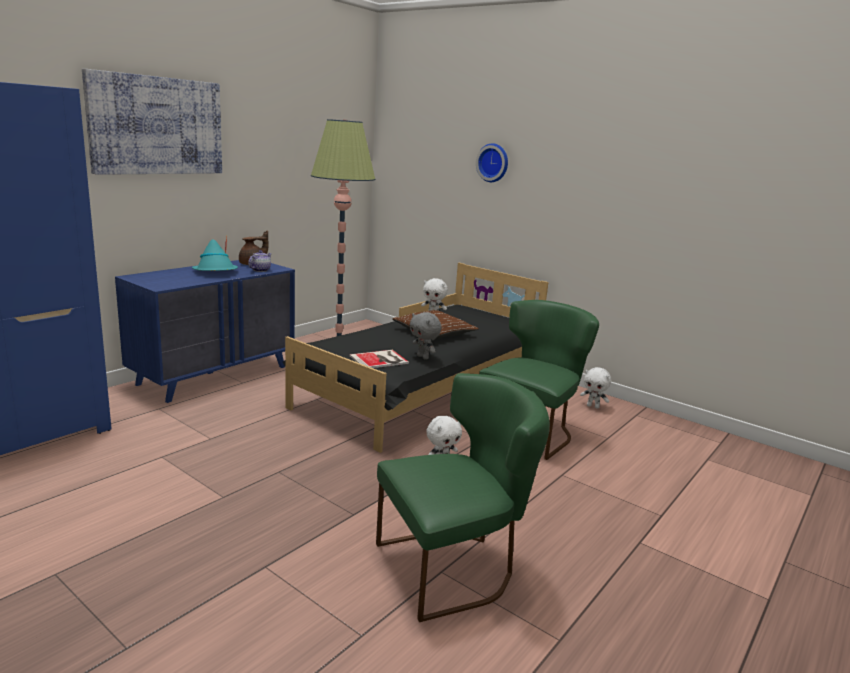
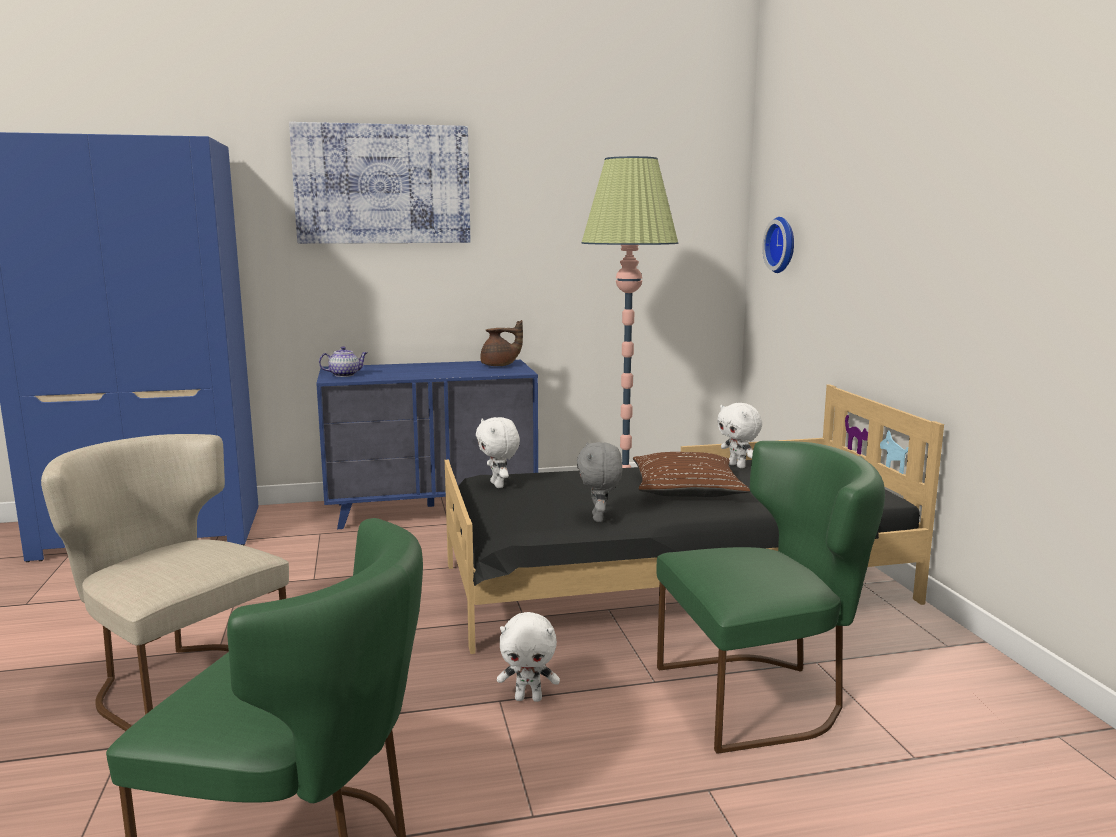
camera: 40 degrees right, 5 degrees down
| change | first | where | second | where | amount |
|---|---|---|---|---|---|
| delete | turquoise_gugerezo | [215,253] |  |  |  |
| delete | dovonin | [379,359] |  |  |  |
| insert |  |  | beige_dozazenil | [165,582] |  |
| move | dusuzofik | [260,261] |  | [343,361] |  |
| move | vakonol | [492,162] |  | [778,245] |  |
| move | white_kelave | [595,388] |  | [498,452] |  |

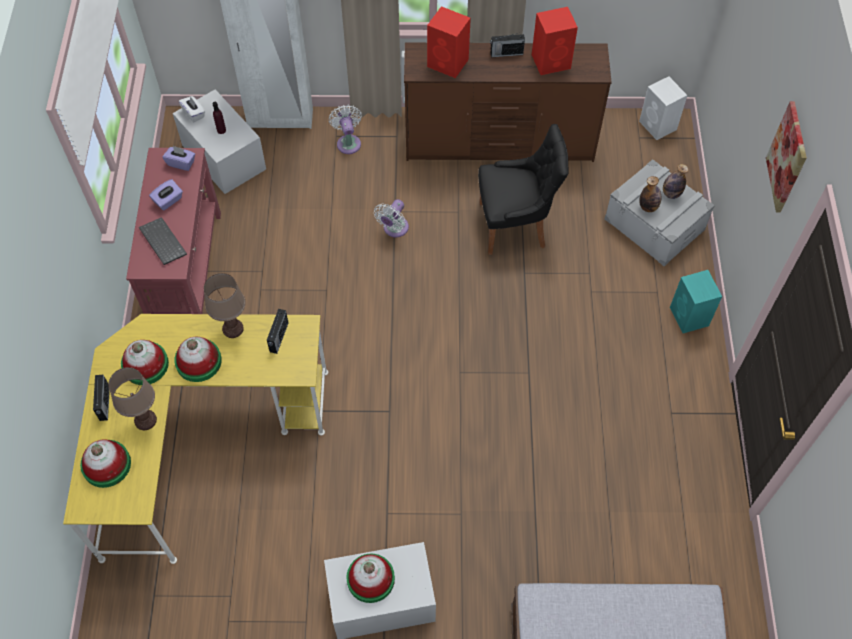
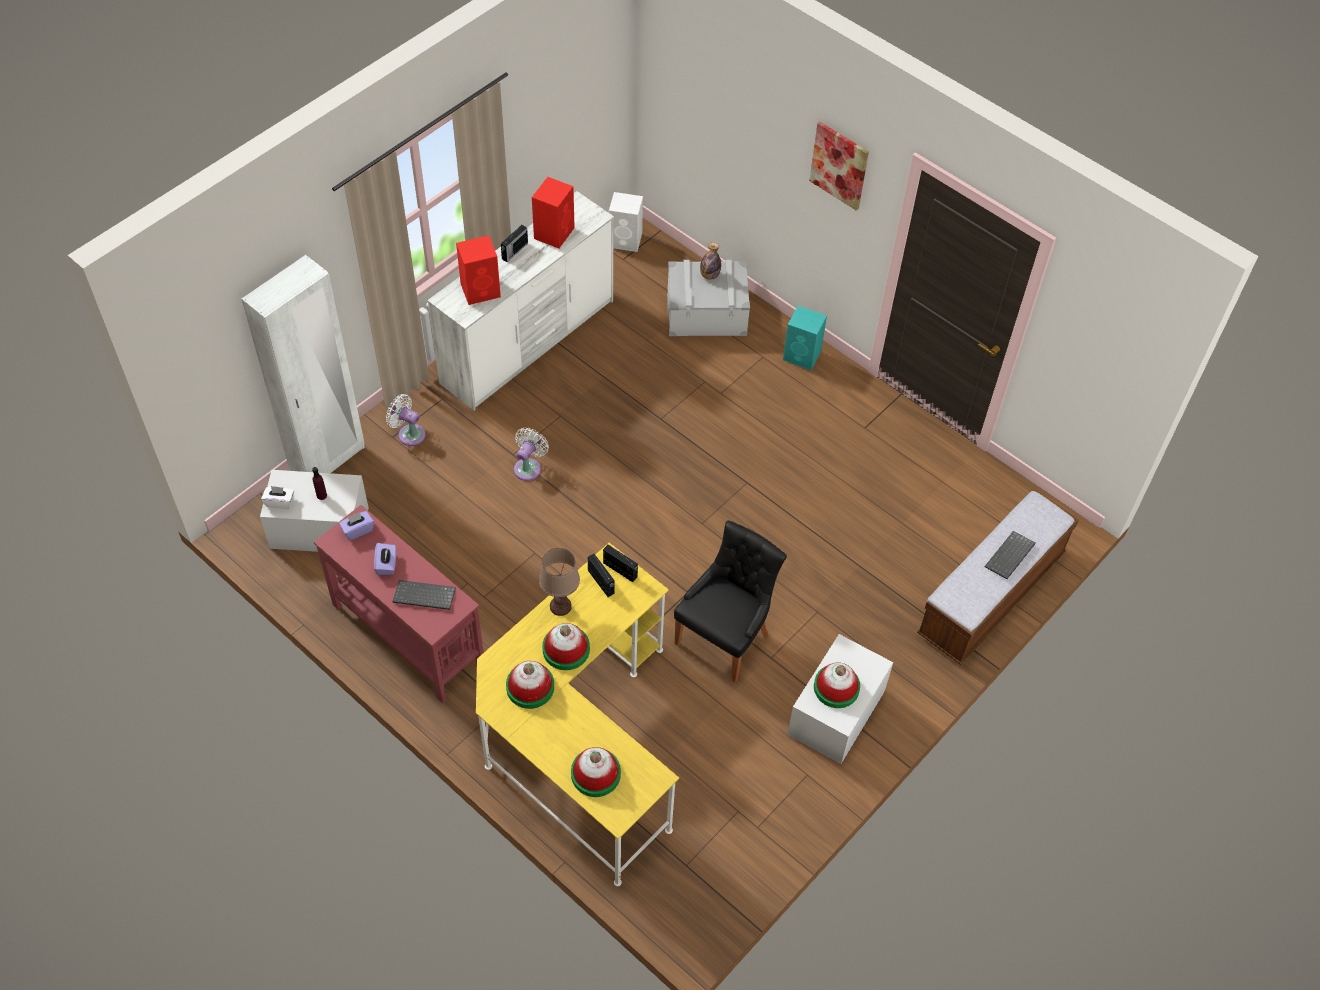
camera: 50 degrees left, 5 degrees down
| change | first | where | second | where | amount |
|---|---|---|---|---|---|
| delete | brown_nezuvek | [132,398] |  |  |  |
| delete | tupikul | [650,194] |  |  |  |
| insert |  |  | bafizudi | [1010,555] |  |
| move | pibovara | [101,398] |  | [620,563] |  |
| move | black_dozazenil | [523,189] |  | [730,601] |  |
| recolor | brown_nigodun | [508,102] | white_nigodun | [520,301] |  |
| rotate | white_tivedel | [391,218] |  | [531,454] | 135 degrees counterclockwise |

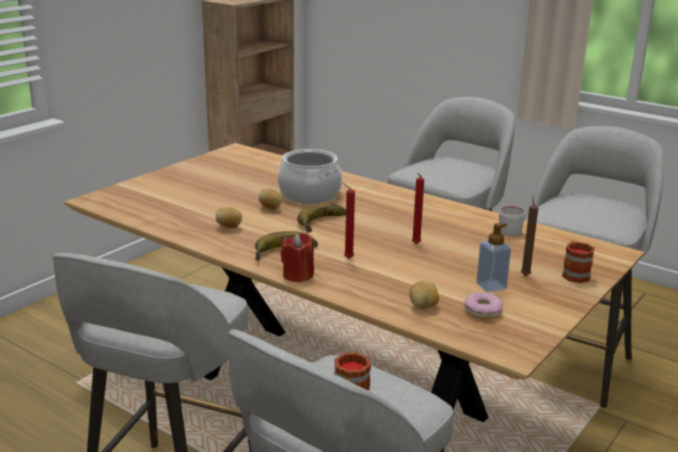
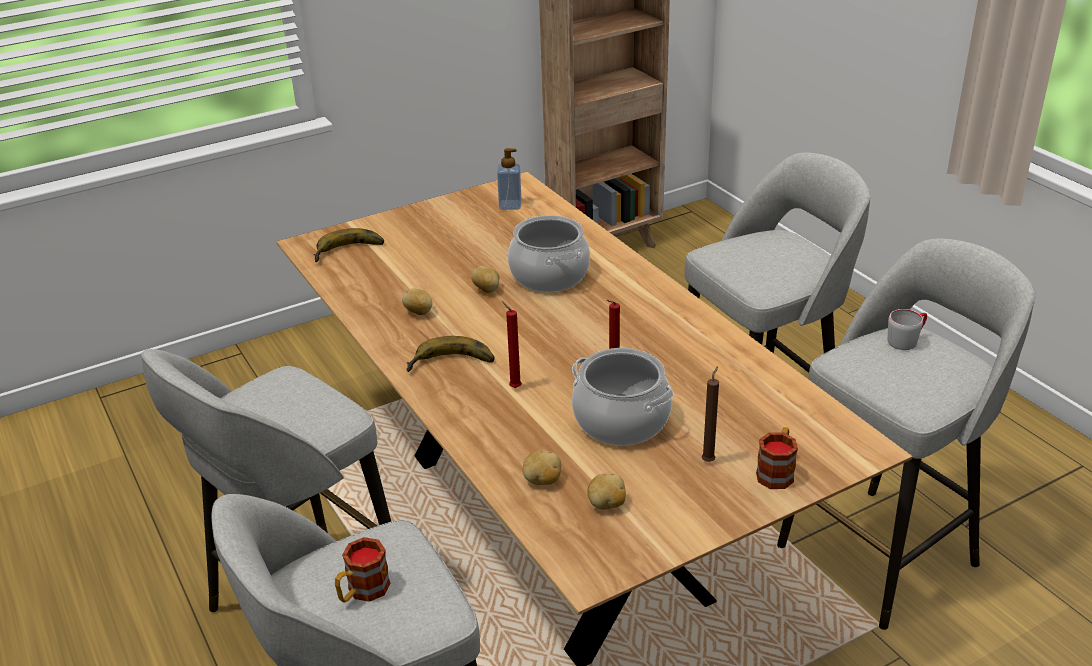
camera: 25 degrees right, 10 degrees up
| change | first | where | second | where | amount |
|---|---|---|---|---|---|
| delete | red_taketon | [297,257] |  |  |  |
| insert |  |  | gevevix | [623,396] |  |
| move | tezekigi | [321,218] |  | [349,245] |  |
| move | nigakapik | [493,257] |  | [509,179] |  |
| move | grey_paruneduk | [512,221] |  | [907,329] |  |
| replace | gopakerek | [483,306] | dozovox | [607,491] |  |

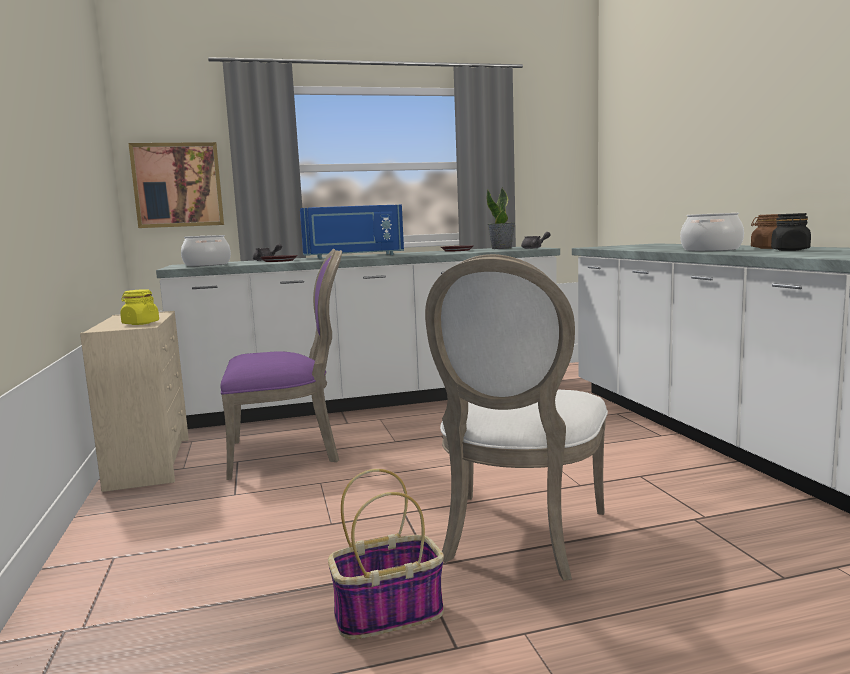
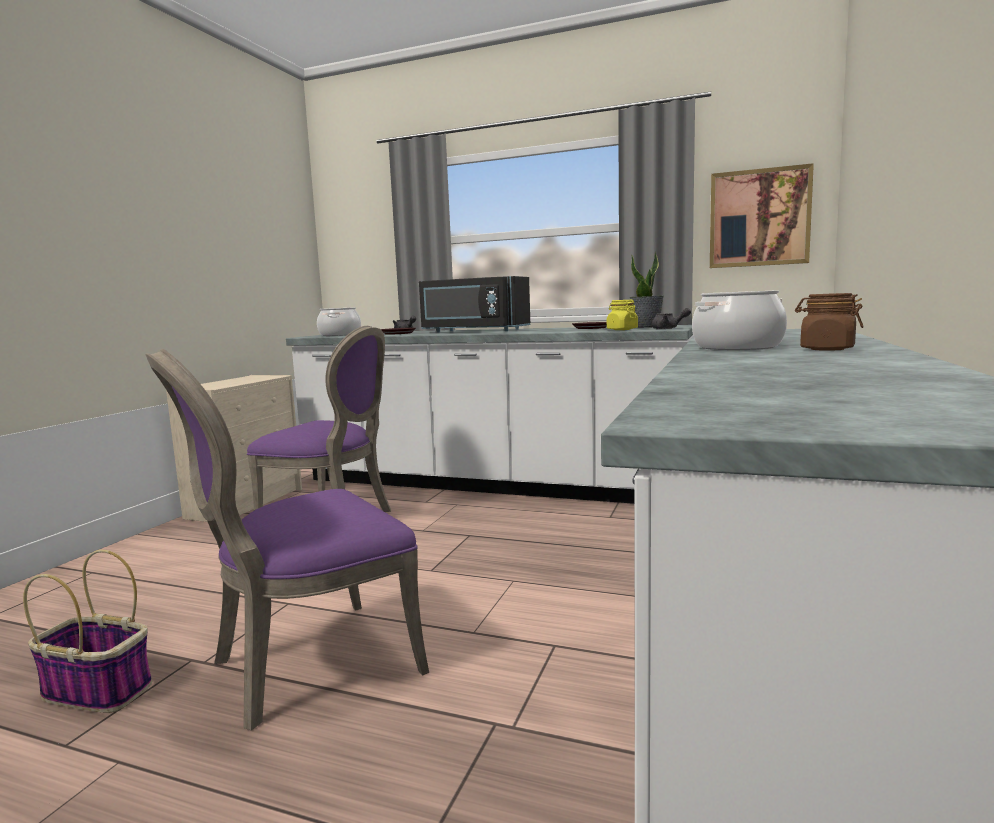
camera: 35 degrees right, 0 degrees up
| change | first | where | second | where | amount |
|---|---|---|---|---|---|
| delete | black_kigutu | [791,232] |  |  |  |
| move | yellow_kigutu | [139,307] |  | [622,315] |  |
| move | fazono | [176,185] |  | [762,215] |  |
| recolor | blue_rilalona | [352,232] | black_rilalona | [475,304] |  |
| recolor | white_dozazenil | [516,417] | purple_dozazenil | [287,540] |  |

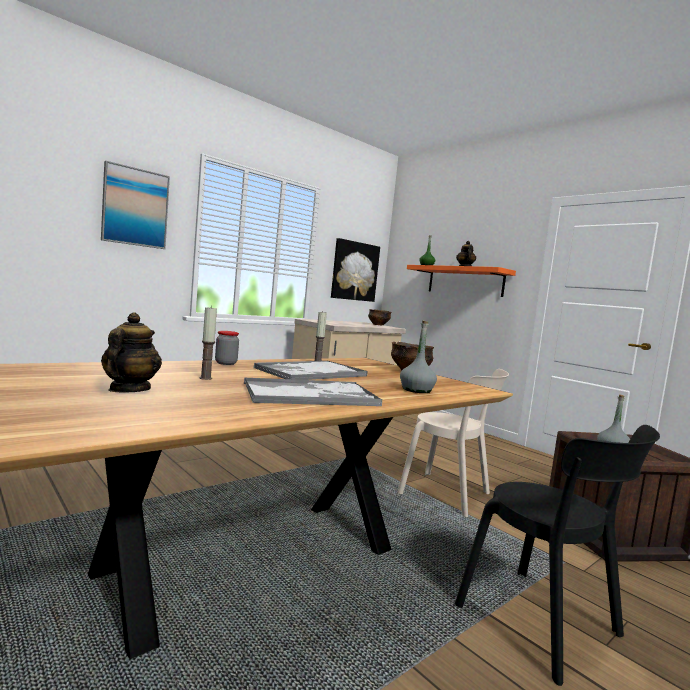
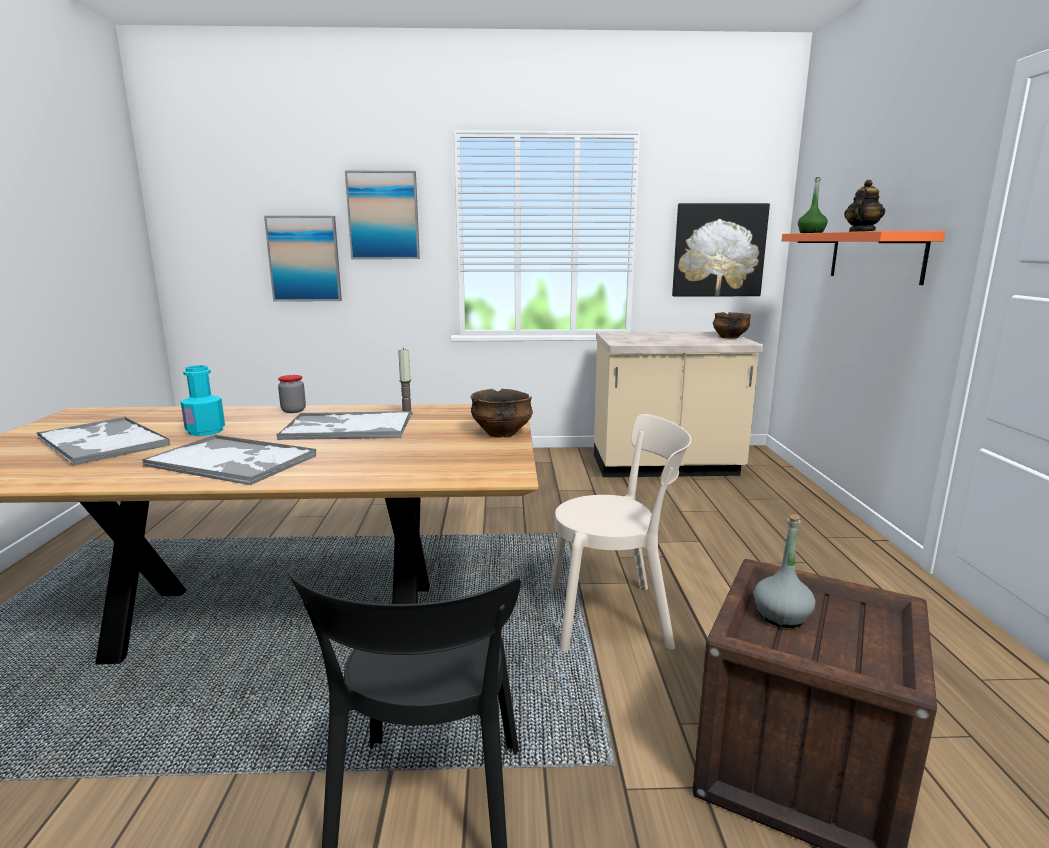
camera: 40 degrees right, 10 degrees up
| change | first | where | second | where | amount |
|---|---|---|---|---|---|
| delete | grey_tupikul | [418,356] |  |  |  |
| insert |  |  | fazono | [303,258] |  |
| replace | dusuzofik | [131,352] | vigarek | [103,441] |  |
| replace | taketon | [208,343] | turquoise_tupikul | [203,400] |  |
| rotate | beige_dozazenil | [453,443] |  | [620,533] | 75 degrees counterclockwise |

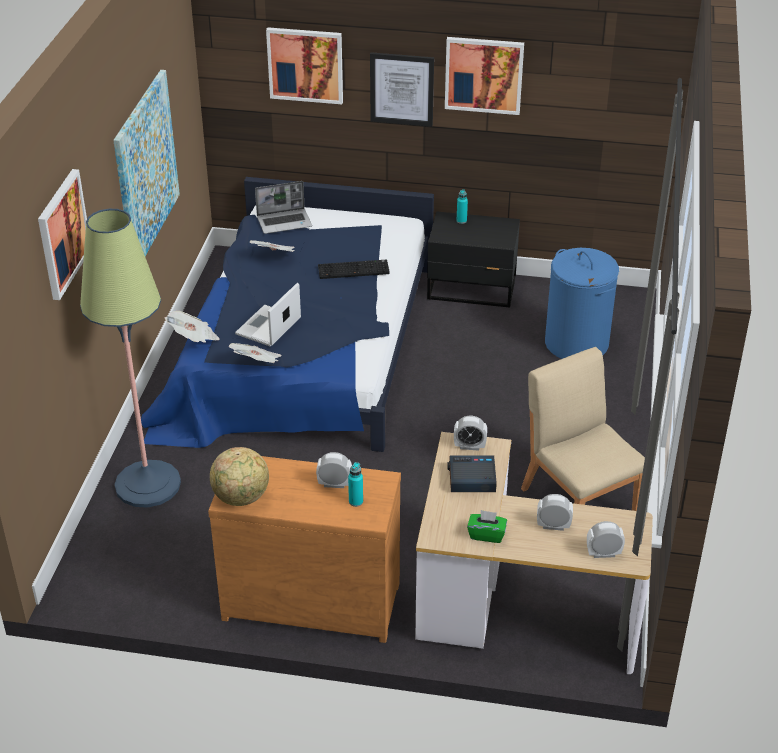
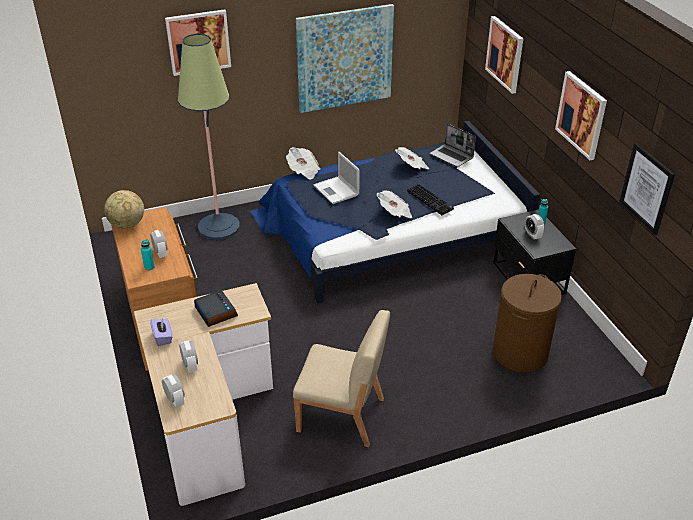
camera: 60 degrees right, 0 degrees up
| change | first | where | second | where | amount |
|---|---|---|---|---|---|
| move | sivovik | [255,353] |  | [394,204] |  |
| move | fazono | [402,89] |  | [647,189] |  |
| move | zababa | [470,433] |  | [534,227] |  |
| recolor | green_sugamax | [487,526] | purple_sugamax | [161,331] |  |
| recolor | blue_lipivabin | [582,303] | brown_lipivabin | [527,323] |  |
| rotate | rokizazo | [268,314] |  | [337,178] | 120 degrees counterclockwise |
| rotate | beige_dozazenil | [583,429] |  | [341,378] | 75 degrees clockwise |

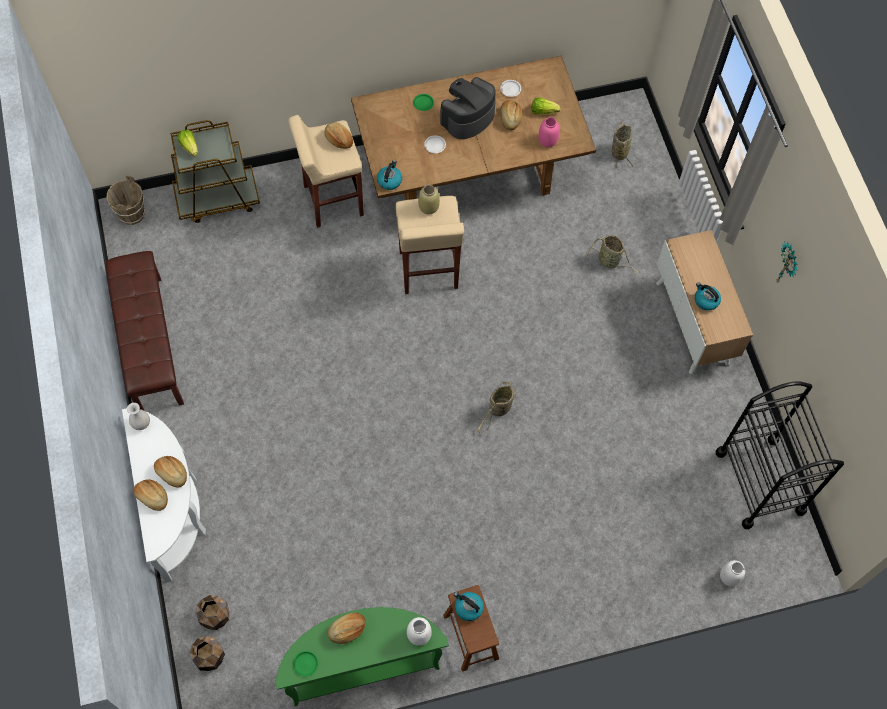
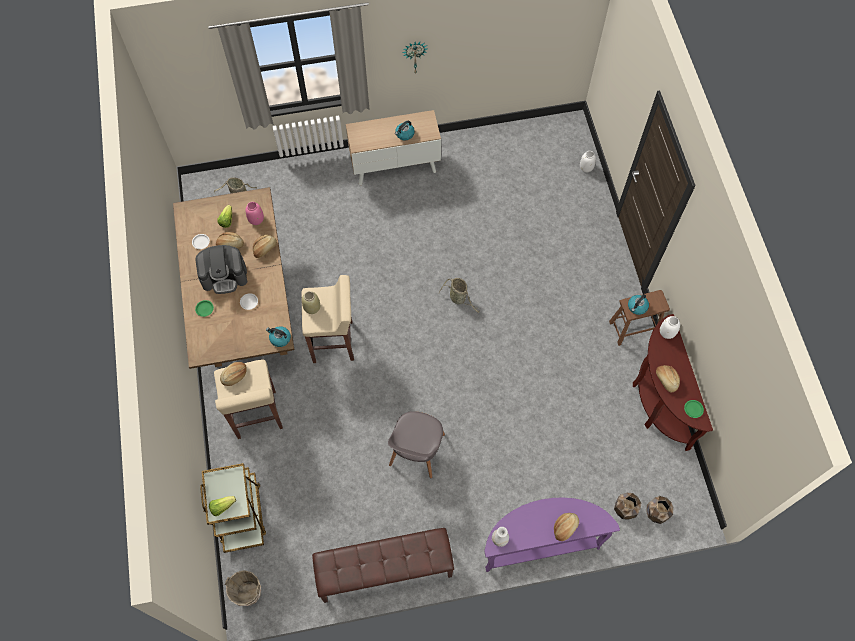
camera: 85 degrees left, 0 degrees up
| change | first | where | second | where | amount |
|---|---|---|---|---|---|
| delete | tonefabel | [612,254] |  |  |  |
| delete | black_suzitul | [780,455] |  |  |  |
| insert |  |  | grey_dozazenil | [416,444] |  |
| move | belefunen | [170,472] |  | [265,246] |  |
| recolor | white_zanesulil | [164,495] | purple_zanesulil | [552,534] |  |
| recolor | green_zanesulil | [362,656] | brown_zanesulil | [673,382] |  |
| rotate | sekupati | [468,108] |  | [221,269] | 60 degrees counterclockwise |

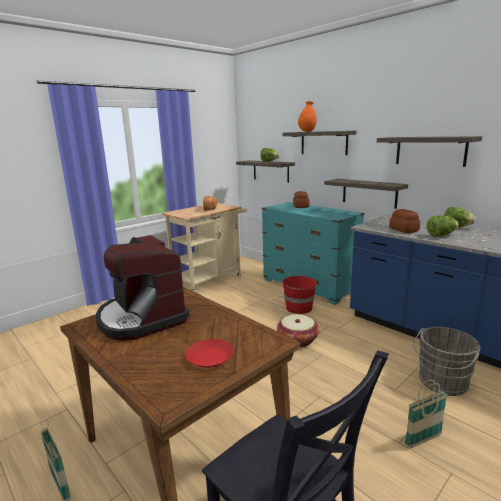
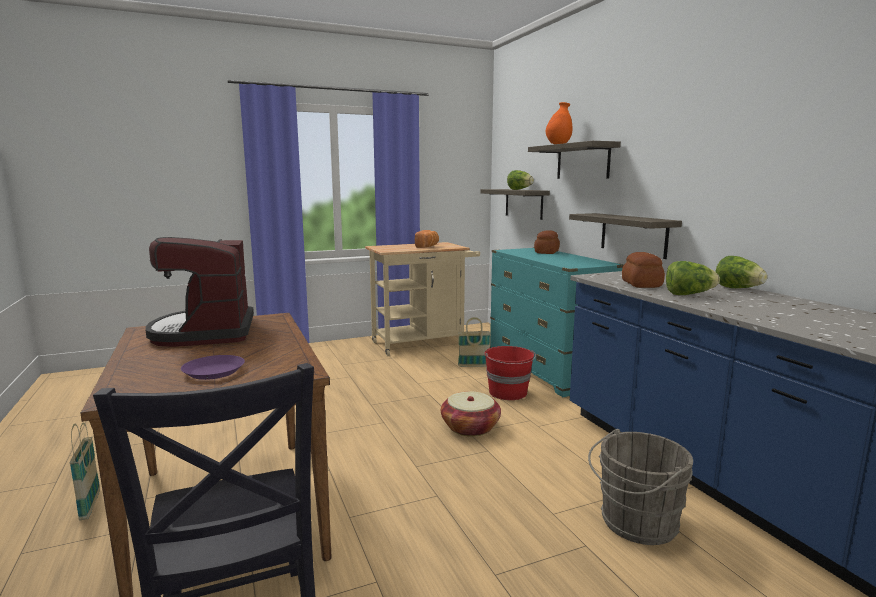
camera: 20 degrees right, 5 degrees down
| change | first | where | second | where | amount |
|---|---|---|---|---|---|
| delete | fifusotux | [429,151] |  |  |  |
| move | tonefabel | [425,413] |  | [474,342] |  |
| recolor | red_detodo | [209,353] | purple_detodo | [213,367] |  |

